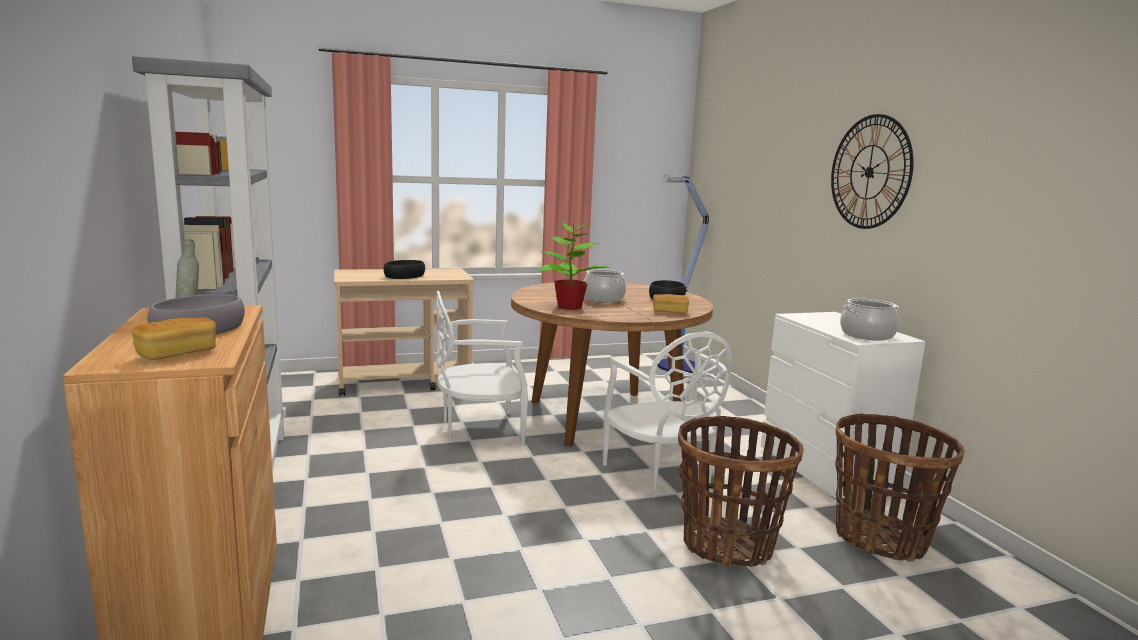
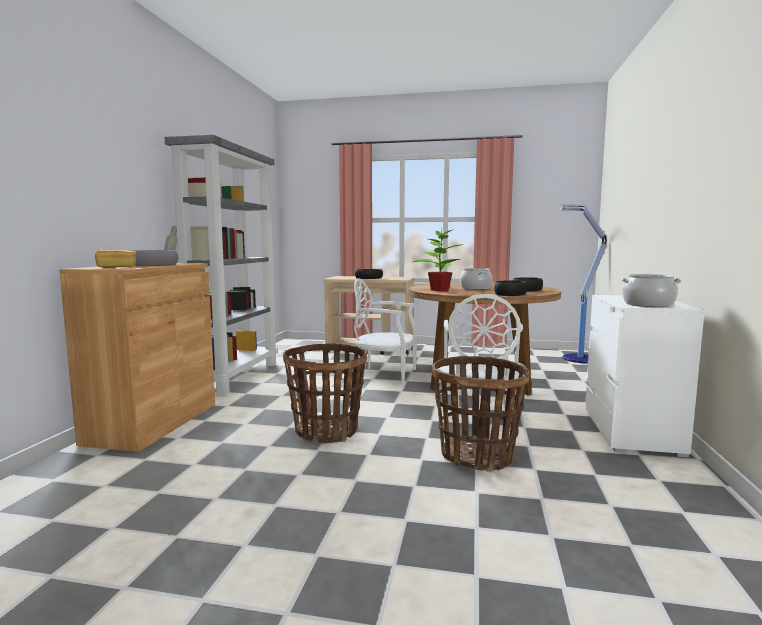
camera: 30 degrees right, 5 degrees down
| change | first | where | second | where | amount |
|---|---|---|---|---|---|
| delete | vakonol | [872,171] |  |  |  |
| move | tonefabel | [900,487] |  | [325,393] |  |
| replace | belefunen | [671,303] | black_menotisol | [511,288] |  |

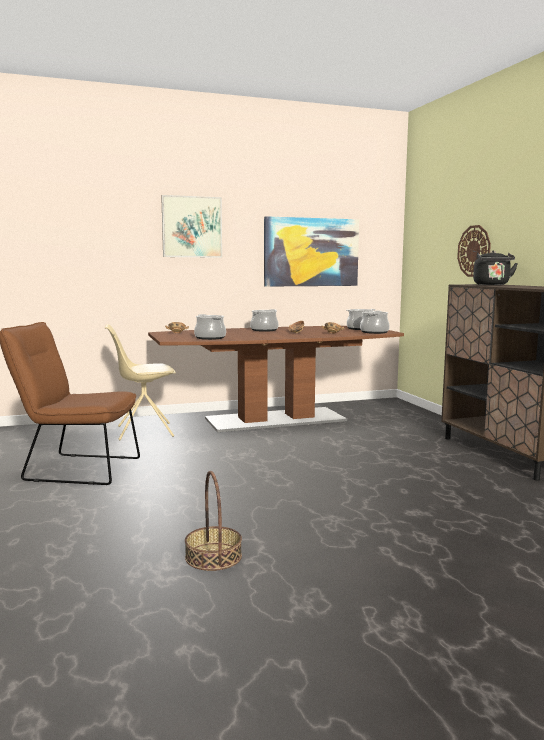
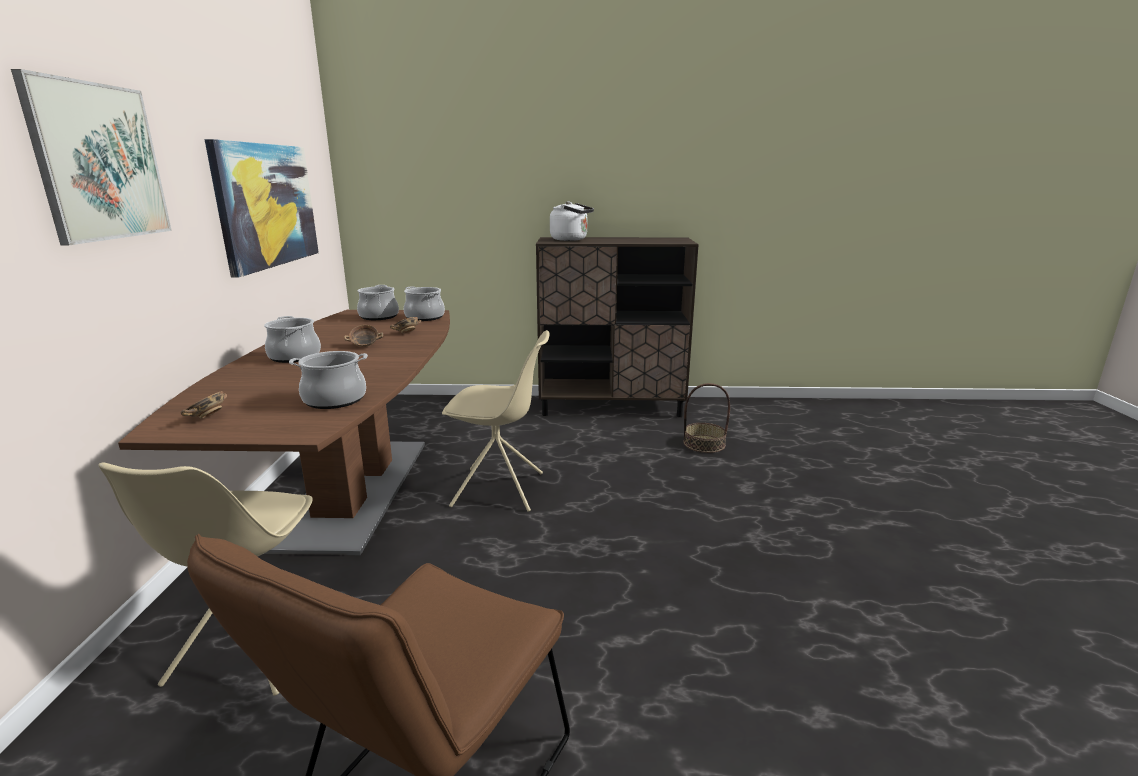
camera: 70 degrees left, 10 degrees up
| change | first | where | second | where | amount |
|---|---|---|---|---|---|
| delete | vakonol | [474,251] |  |  |  |
| insert |  |  | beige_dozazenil | [496,421] |  |
| move | tonefabel | [213,521] |  | [706,418] |  |
| recolor | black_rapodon | [495,268] | white_rapodon | [572,221] |  |

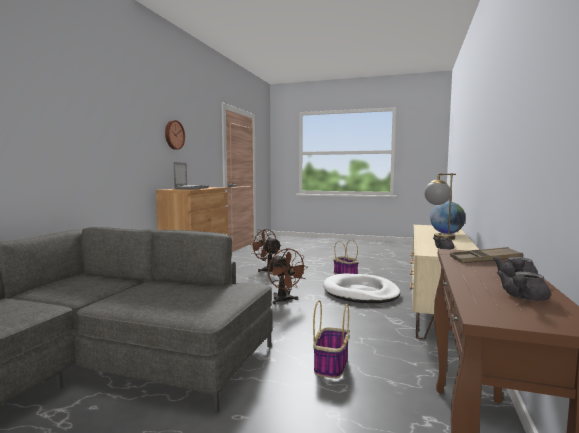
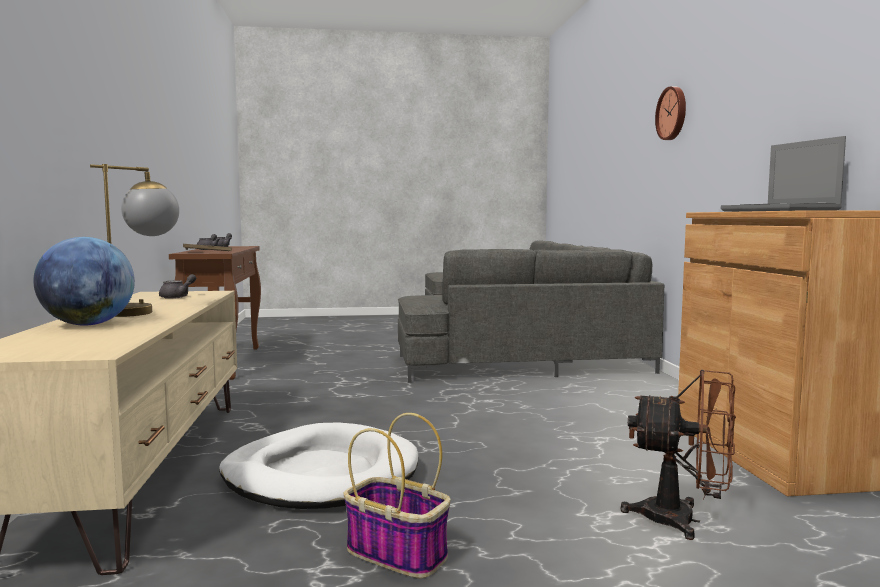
camera: 155 degrees right, 0 degrees up
| change | first | where | second | where | amount |
|---|---|---|---|---|---|
| delete | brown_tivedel | [288,276] |  |  |  |
| delete | tonefabel | [331,339] |  |  |  |
| move | vakonol | [175,135] |  | [670,113] |  |

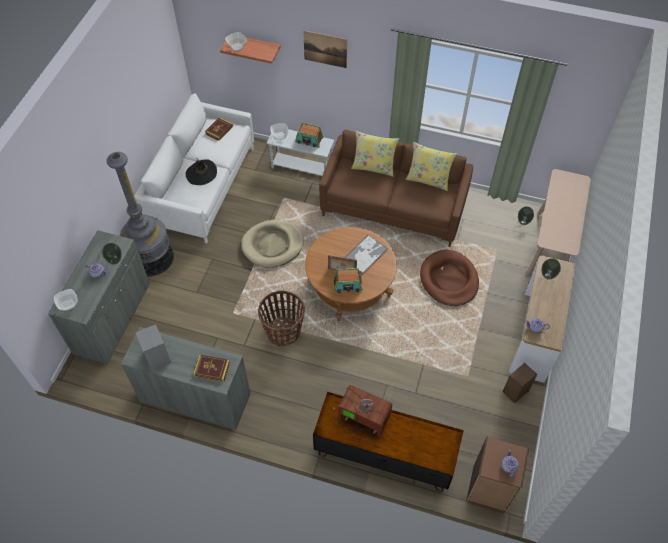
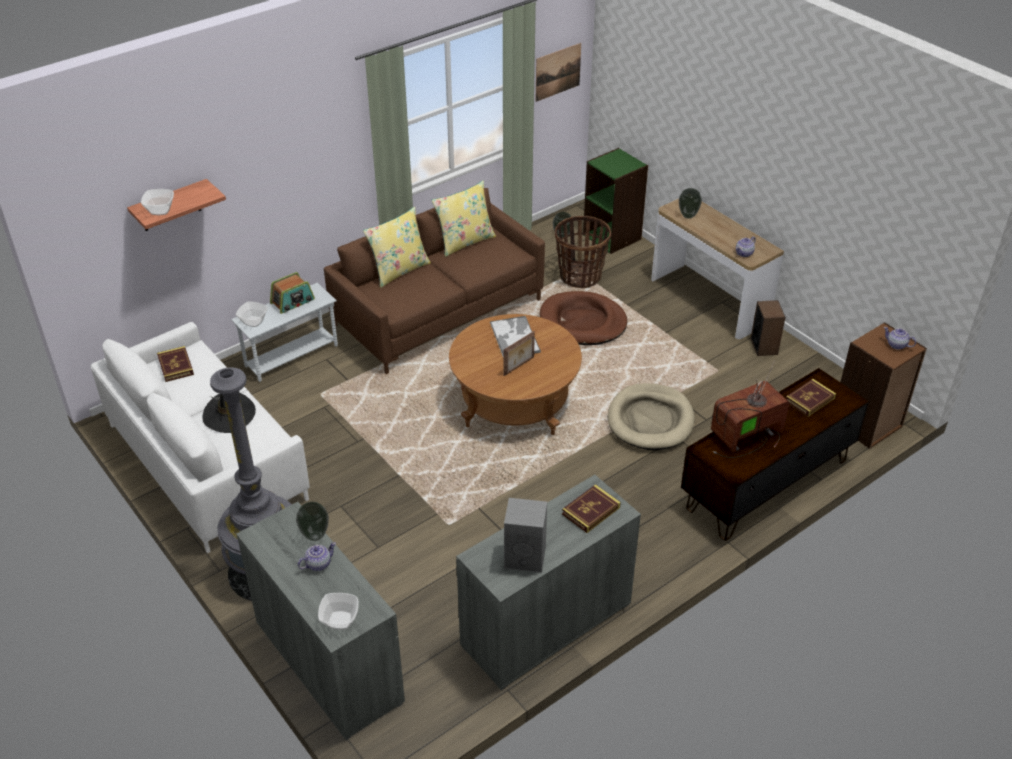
camera: 55 degrees left, 15 degrees down
| change | first | where | second | where | amount |
|---|---|---|---|---|---|
| delete | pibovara | [348,280] |  |  |  |
| insert |  |  | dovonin | [811,398] |  |
| move | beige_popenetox | [272,244] |  | [651,416] |  |
| move | tonefabel | [281,318] |  | [583,252] |  |
| move | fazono | [325,49] |  | [558,72] |  |
| replace | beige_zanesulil | [558,223] | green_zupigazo | [615,201] |  |

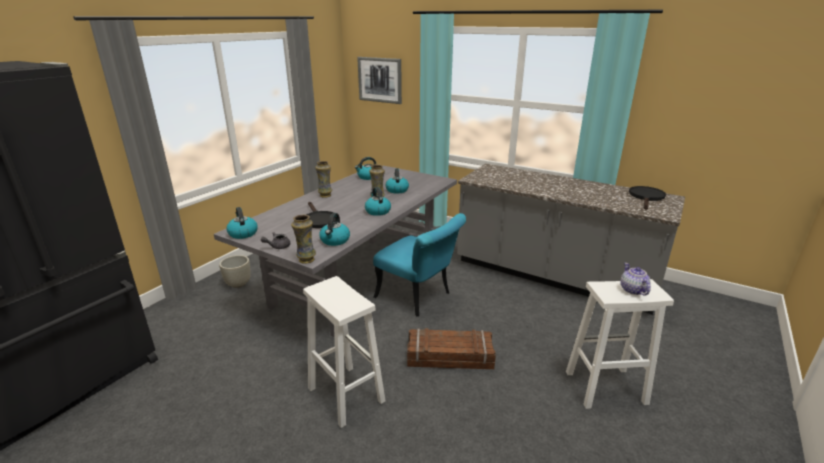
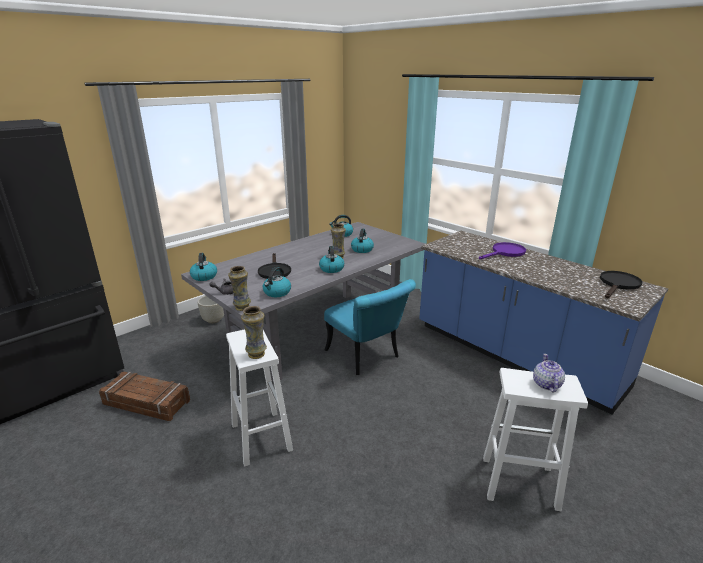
camera: 15 degrees right, 0 degrees up
| change | first | where | second | where | amount |
|---|---|---|---|---|---|
| delete | fazono | [379,80] |  |  |  |
| insert |  |  | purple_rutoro | [502,250] |  |
| move | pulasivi | [323,179] |  | [254,332] |  |
| move | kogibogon | [451,348] |  | [144,396] |  |
| recolor | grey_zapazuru | [571,239] | blue_zapazuru | [543,323] |  |

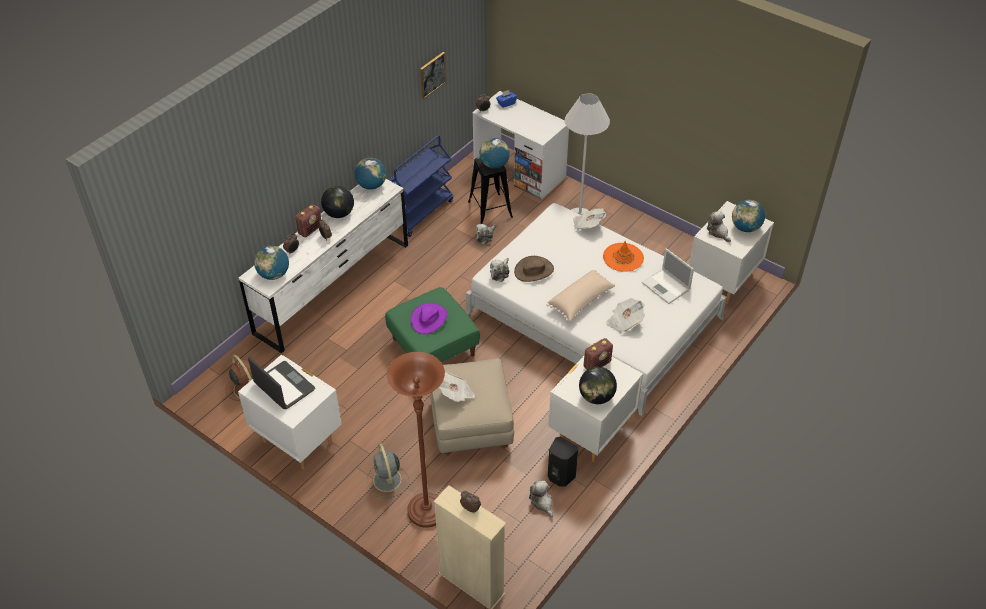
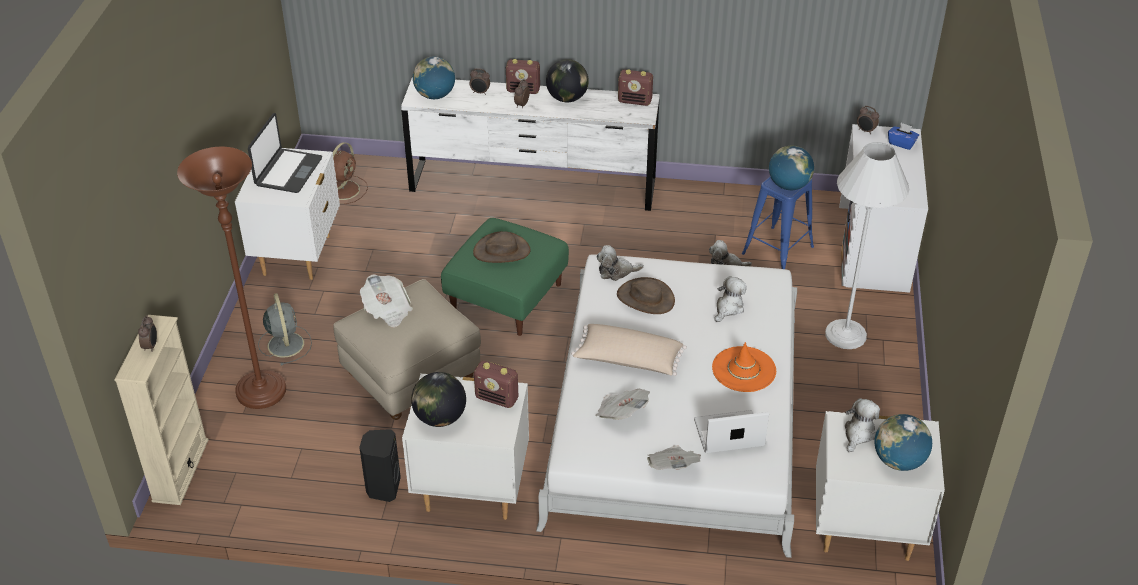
camera: 60 degrees right, 5 degrees down
| change | first | where | second | where | amount |
|---|---|---|---|---|---|
| delete | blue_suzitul | [420,186] |  |  |  |
| delete | fazono | [433,75] |  |  |  |
| move | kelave | [541,499] |  | [730,299] |  |
| move | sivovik | [589,219] |  | [674,457] |  |
| replace | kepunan | [370,173] | pibovara | [635,87] |  |
| recolor | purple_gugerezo | [429,318] | brown_gugerezo | [501,247] |  |
| recolor | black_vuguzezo | [490,190] | blue_vuguzezo | [778,223] |  |
| rotate | grey_tivedel | [388,470] |  | [285,329] | 120 degrees clockwise |
| rotate | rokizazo | [668,276] |  | [731,431] | 60 degrees clockwise |

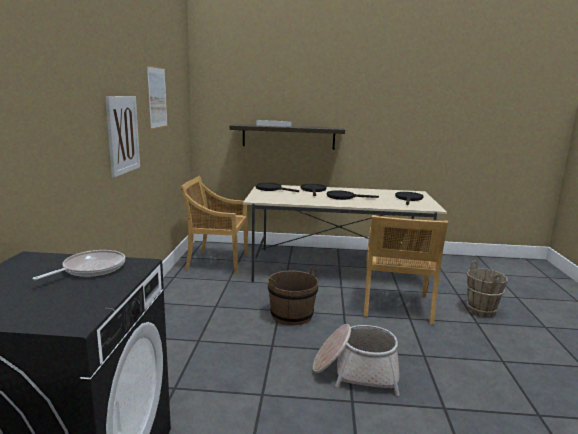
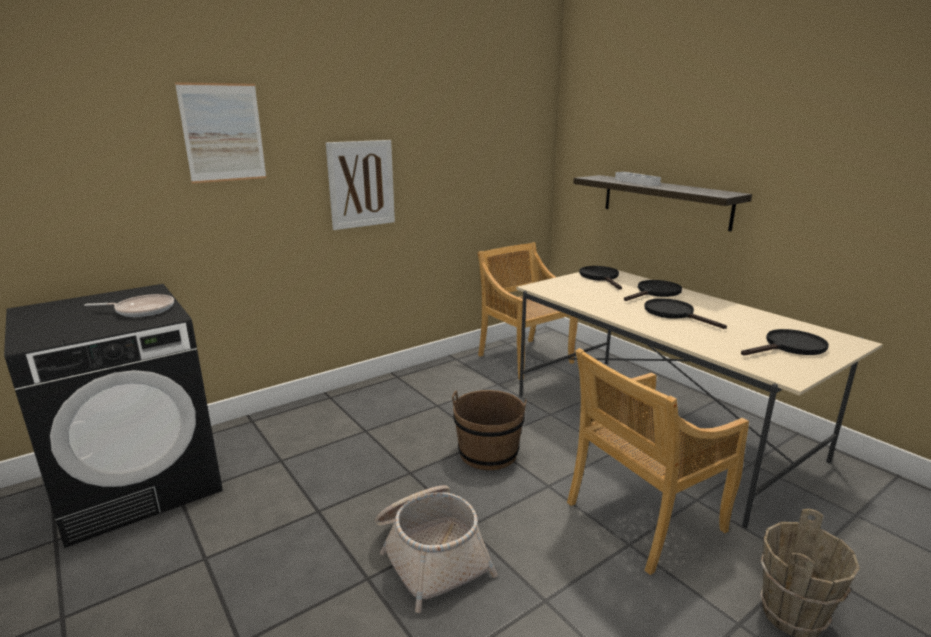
camera: 50 degrees right, 5 degrees up
| change | first | where | second | where | amount |
|---|---|---|---|---|---|
| move | fazono | [157,97] |  | [220,132] |  |

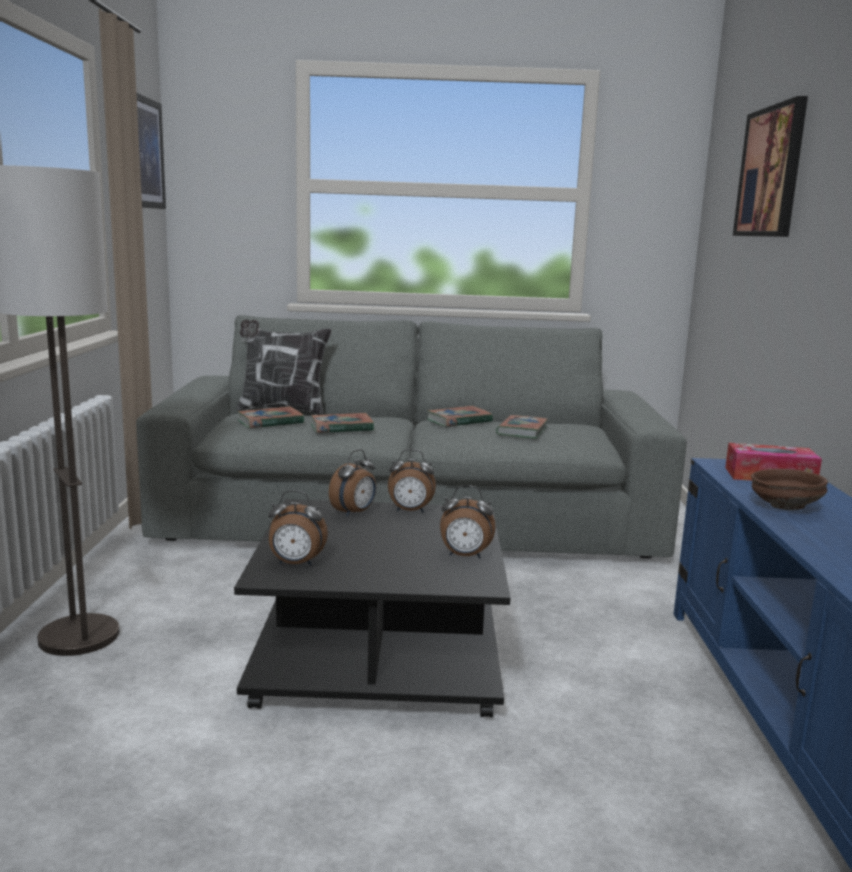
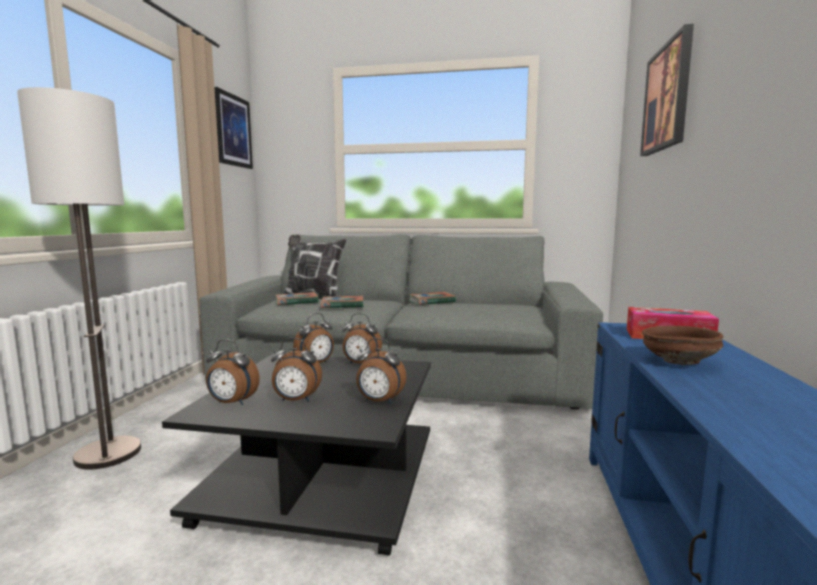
camera: 10 degrees right, 5 degrees down
| change | first | where | second | where | amount |
|---|---|---|---|---|---|
| delete | dovonin | [522,427] |  |  |  |
| insert |  |  | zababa | [296,370] |  |

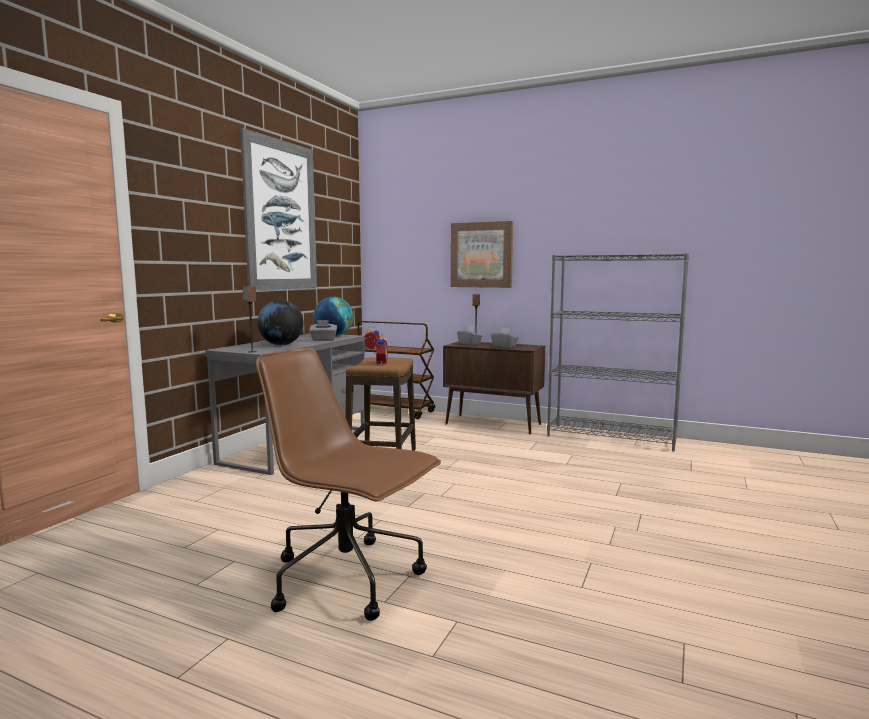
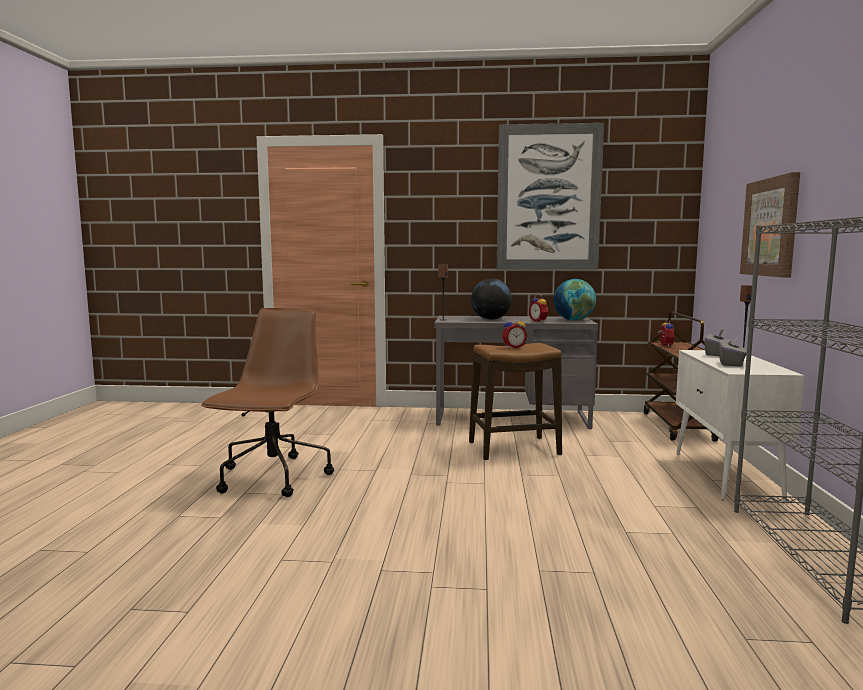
camera: 70 degrees right, 0 degrees up
| change | first | where | second | where | amount |
|---|---|---|---|---|---|
| replace | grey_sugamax | [323,330] | zababa | [538,308] |  |
| recolor | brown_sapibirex | [494,388] | white_sapibirex | [740,426] |  |

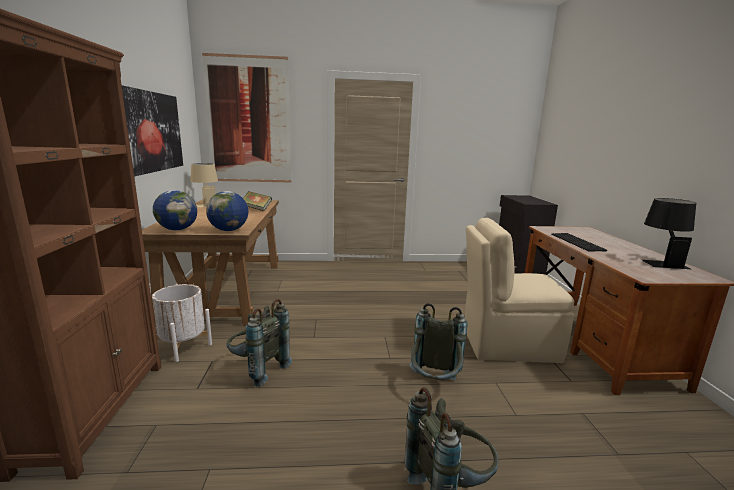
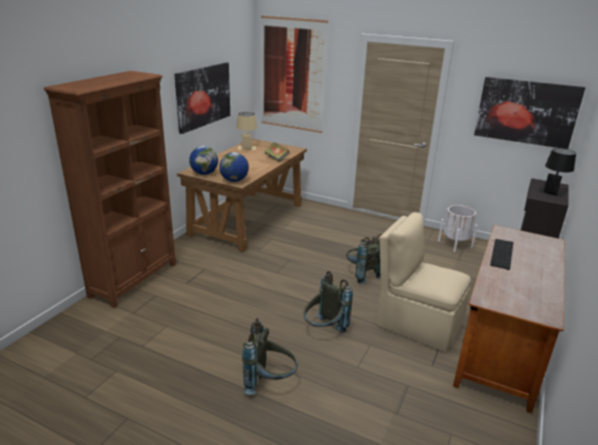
camera: 30 degrees right, 10 degrees up
| change | first | where | second | where | amount |
|---|---|---|---|---|---|
| insert |  |  | fazono | [529,113] |  |
| move | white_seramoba | [182,323] |  | [458,228] |  |
| move | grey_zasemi | [259,343] |  | [364,259] |  |
| move | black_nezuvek | [669,233] |  | [557,172] |  |

